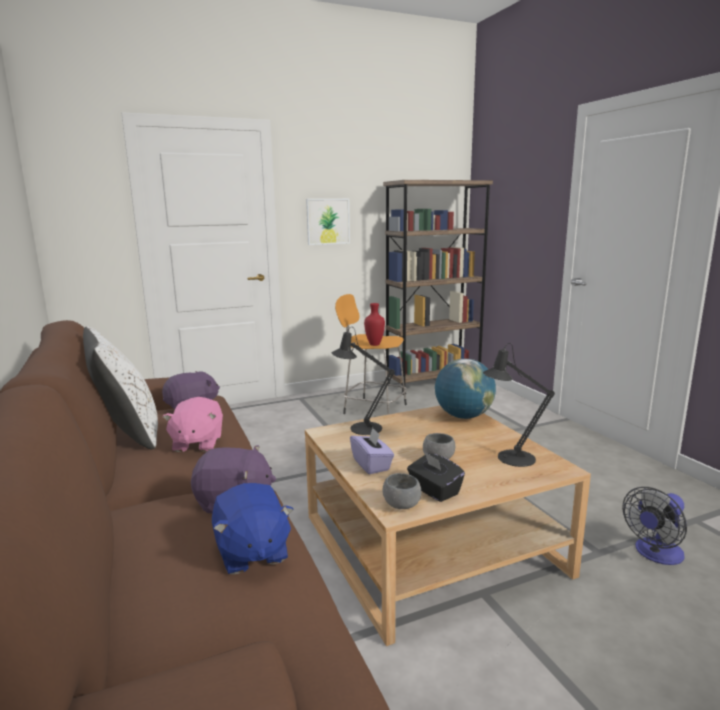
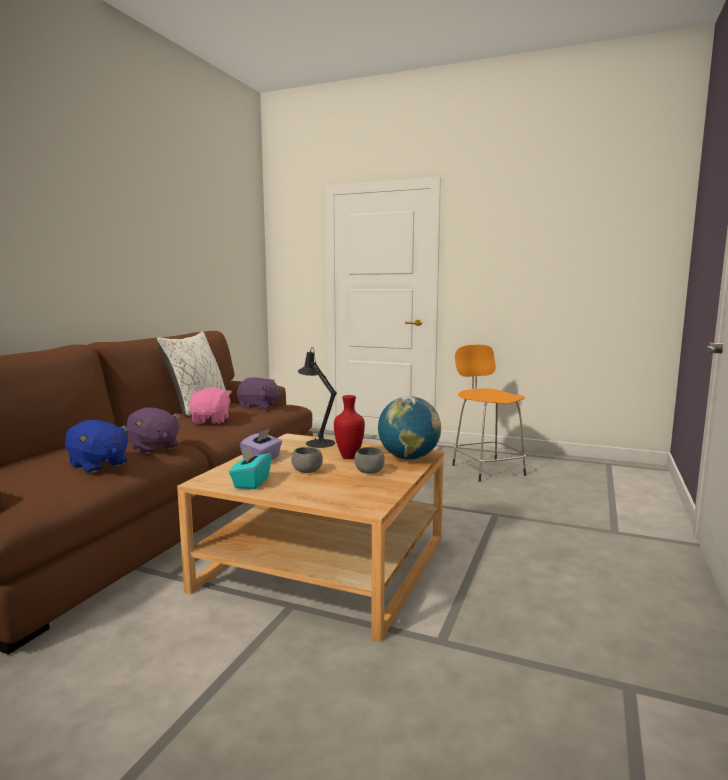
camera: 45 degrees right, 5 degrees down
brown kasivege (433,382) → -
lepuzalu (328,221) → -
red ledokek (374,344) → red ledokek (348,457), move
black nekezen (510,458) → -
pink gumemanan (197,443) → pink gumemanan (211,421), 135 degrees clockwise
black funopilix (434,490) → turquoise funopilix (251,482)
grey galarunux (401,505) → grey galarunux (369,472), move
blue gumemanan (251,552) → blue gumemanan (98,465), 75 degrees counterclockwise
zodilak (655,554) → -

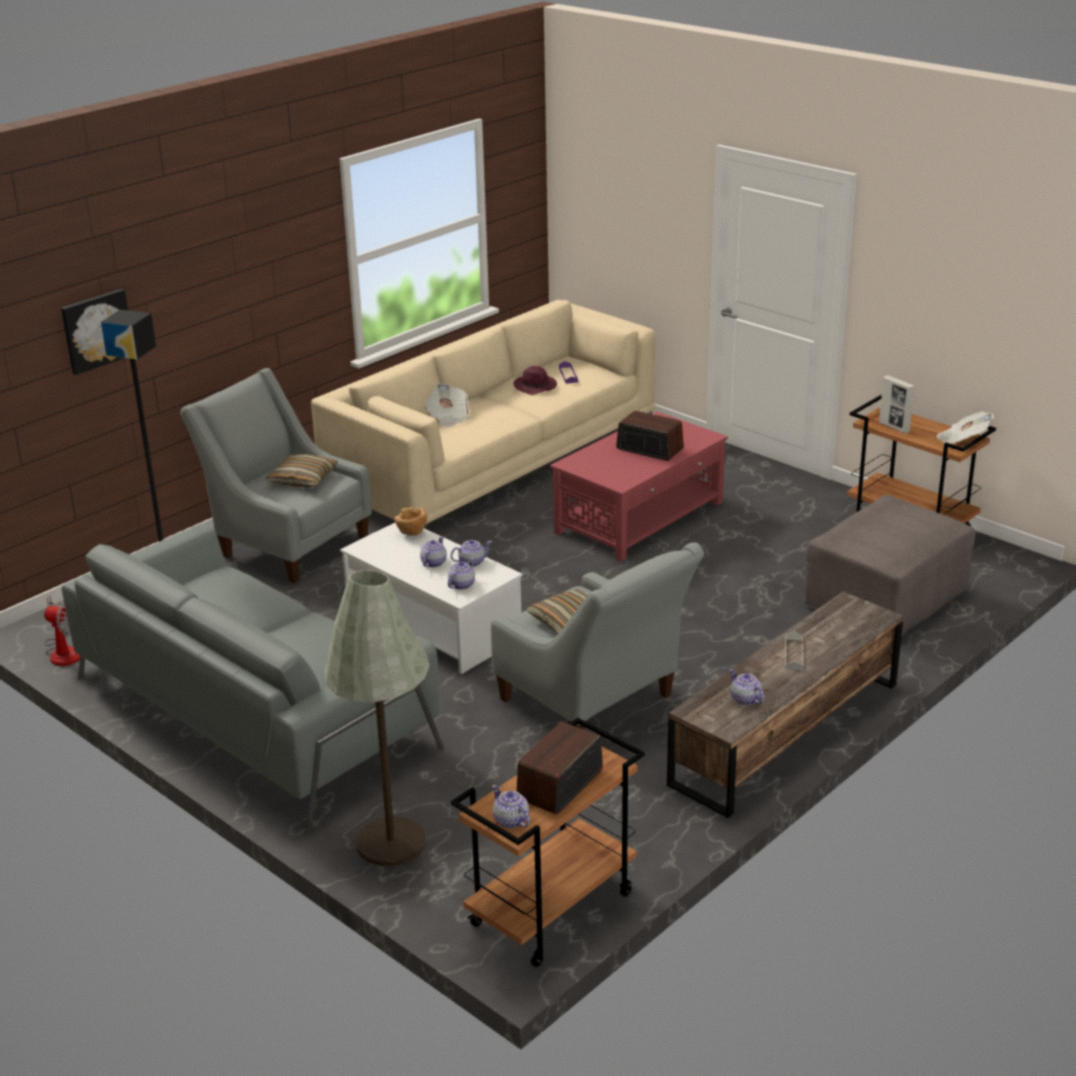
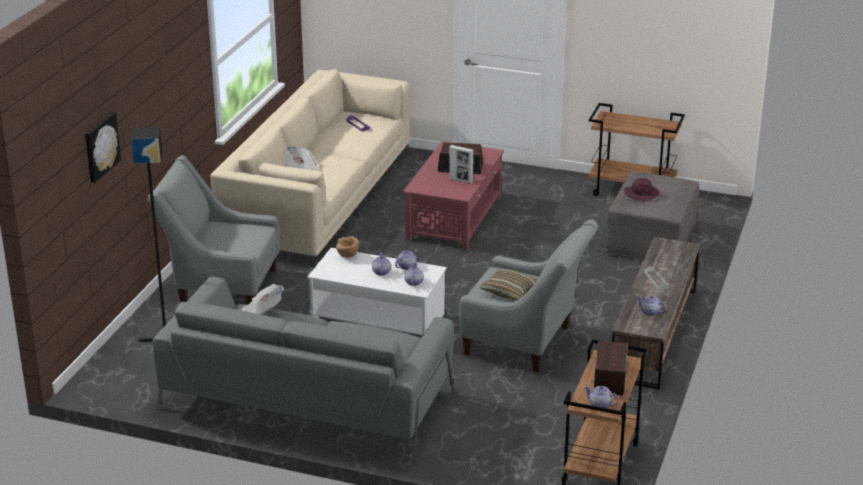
camera: 25 degrees left, 0 degrees up
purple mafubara (536,387) → purple mafubara (641,194), move
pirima (894,427) → pirima (460,180), move
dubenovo (962,440) → dubenovo (263,311), move
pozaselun (303,479) → -
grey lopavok (391,842) → -
zodilak (64,651) → -

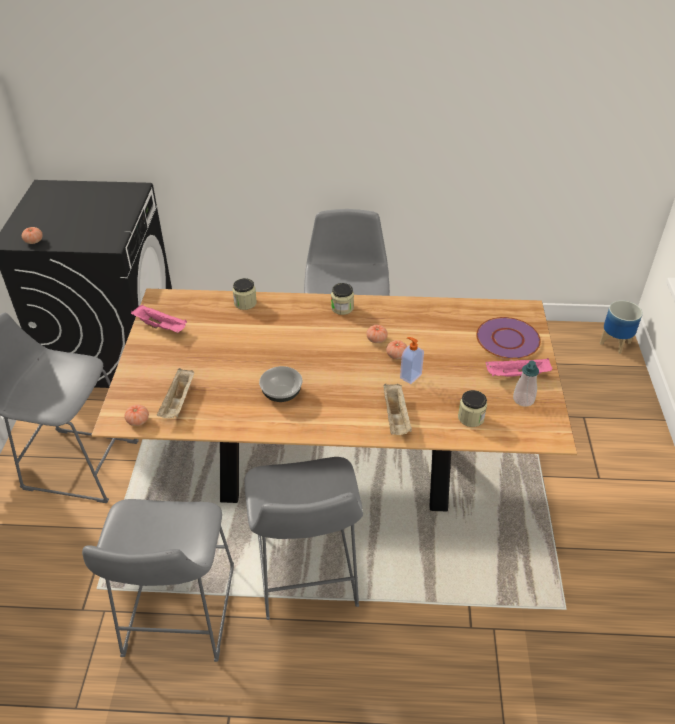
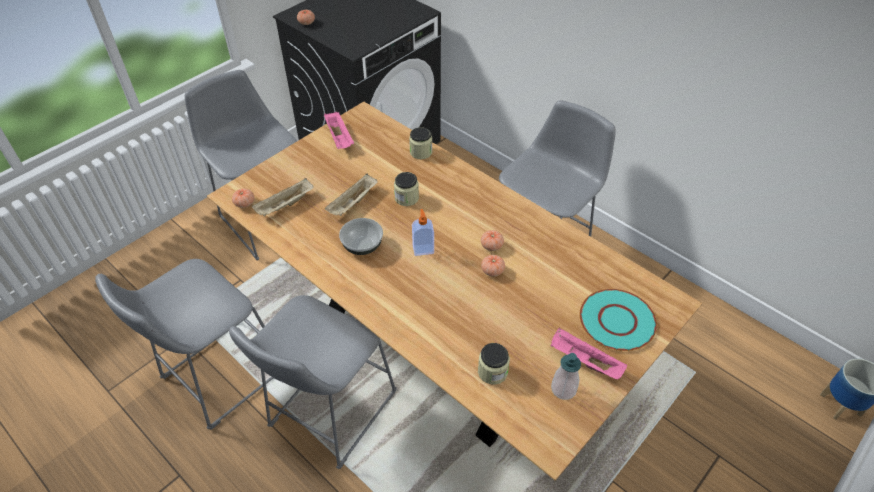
camera: 40 degrees right, 5 degrees up
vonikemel (342,308) → vonikemel (406,198), move
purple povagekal (508,339) → turquoise povagekal (617,321)
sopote (410,376) → sopote (423,249), move
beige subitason (396,417) → beige subitason (353,203), move

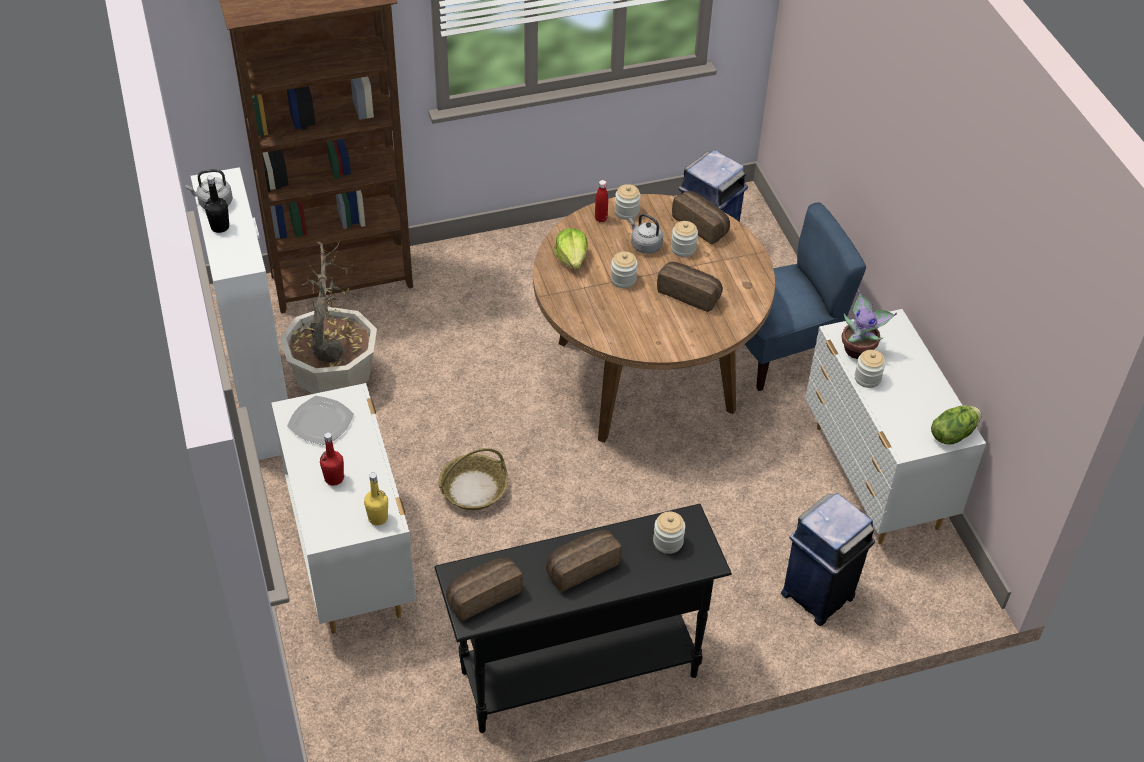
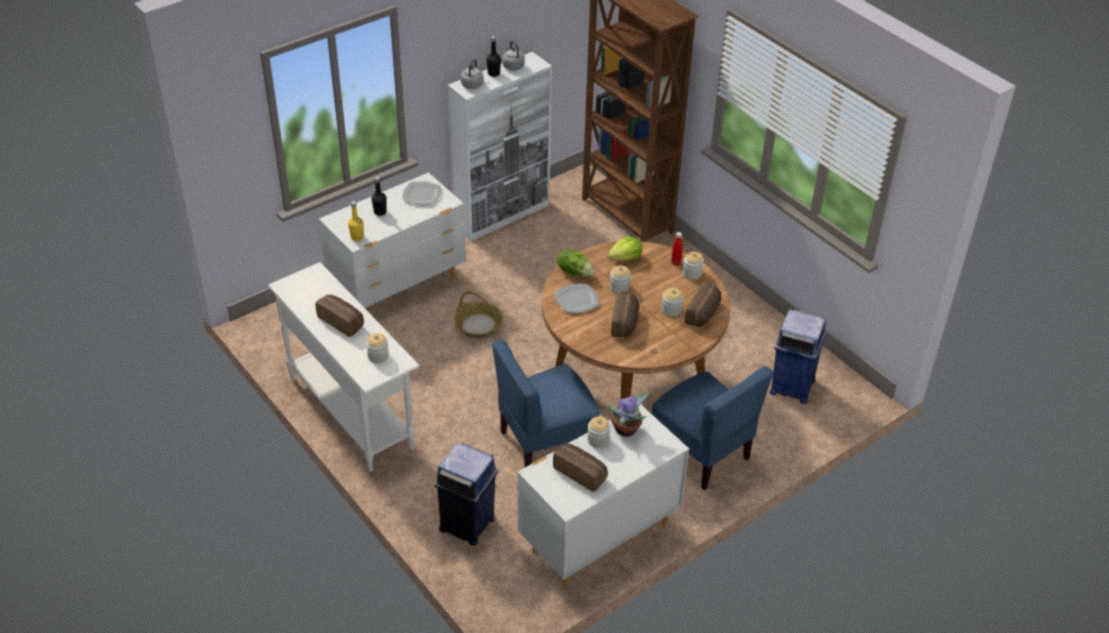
camera: 70 degrees right, 5 degrees down
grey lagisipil (644,245) → grey lagisipil (472,84), move
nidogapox (334,379) → -
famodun (952,434) → famodun (575,272), move
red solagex (334,478) → black solagex (380,212)
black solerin (578,673) → white solerin (351,412)
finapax (483,594) → finapax (581,473), move
- → povagekal (577,300)
- → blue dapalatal (546,443)

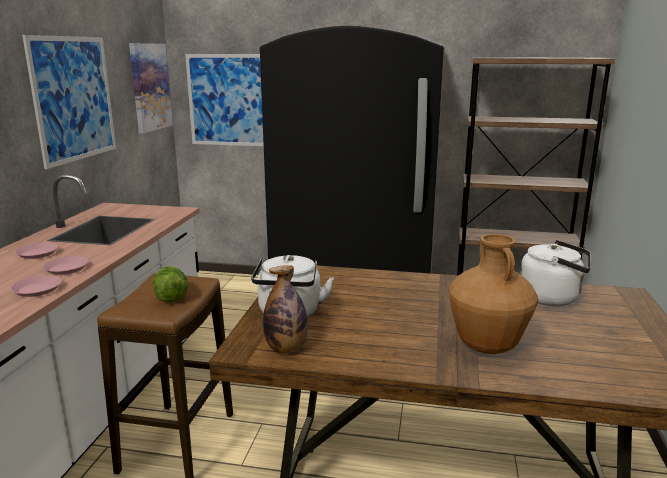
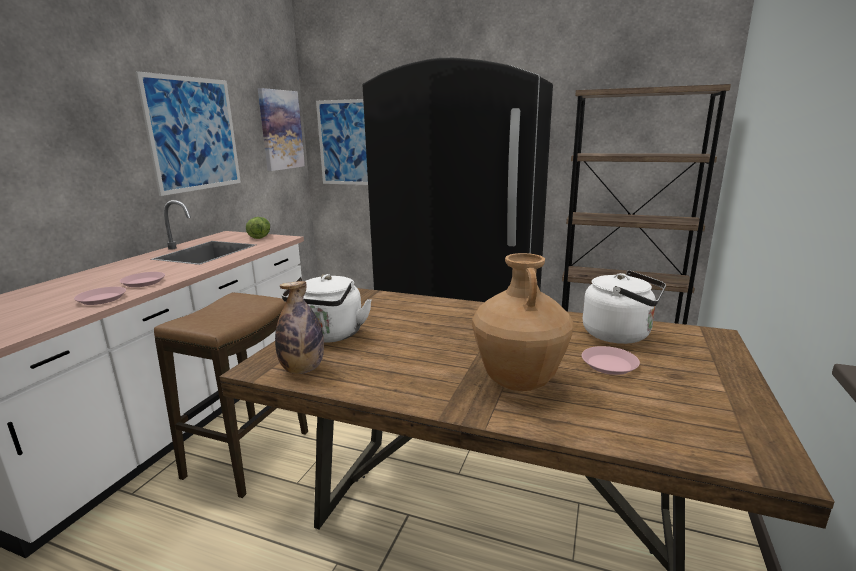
camera: 10 degrees right, 0 degrees up
pink povagekal (38,253) → pink povagekal (609,364), move
famodun (170,295) → famodun (259,236), move

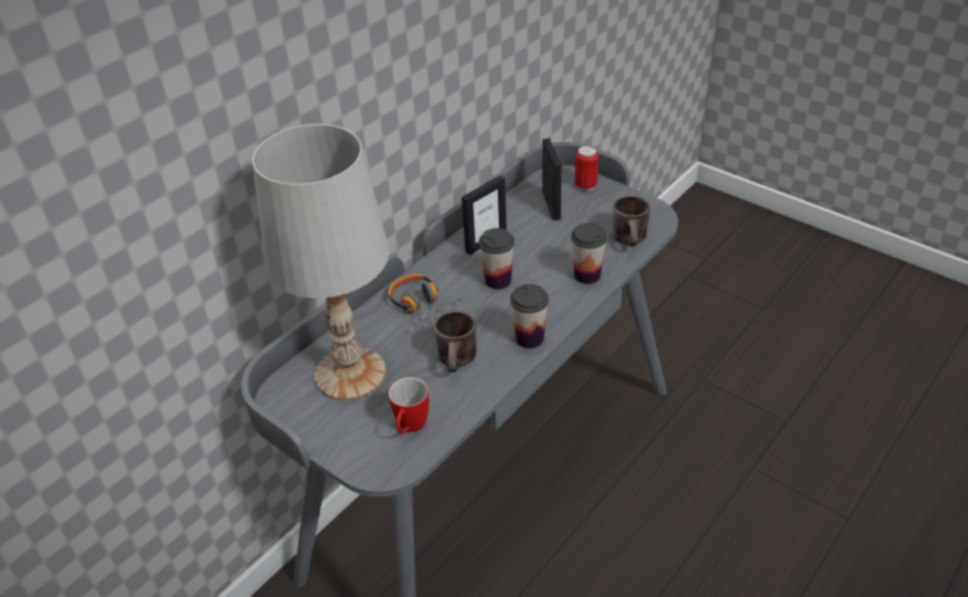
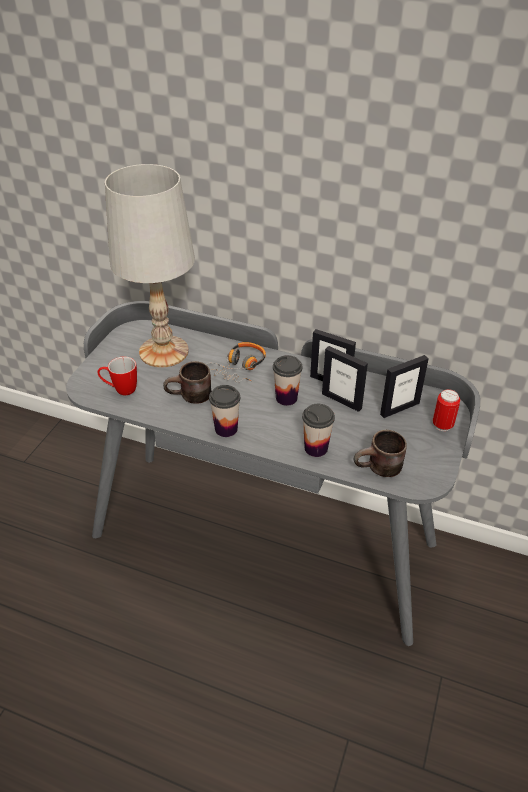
camera: 70 degrees right, 0 degrees up
- → pirima (341,401)

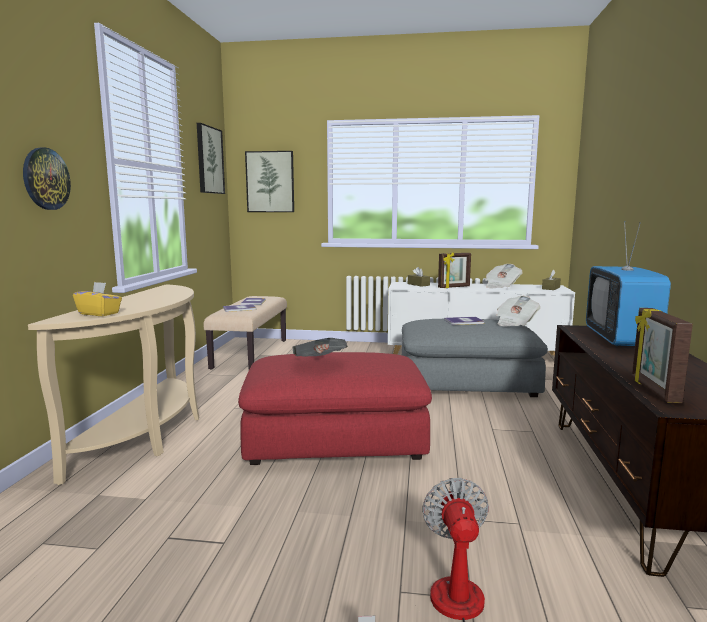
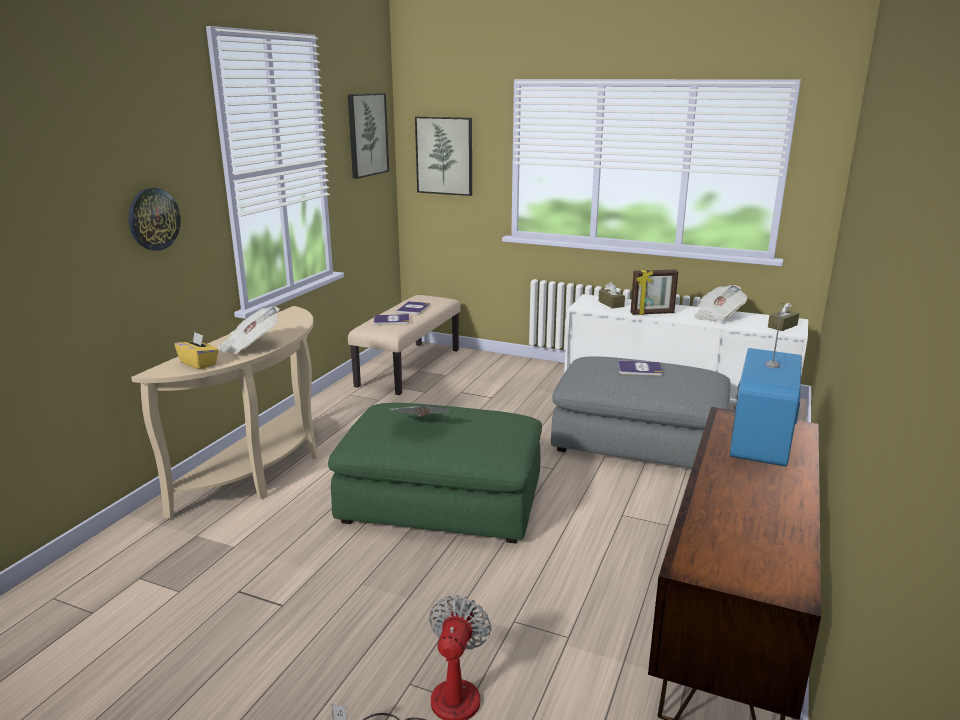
camera: 15 degrees right, 10 degrees up
dubenovo (515,323) → dubenovo (250,346), move
pirima (653,390) → -
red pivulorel (334,438) → green pivulorel (441,501)

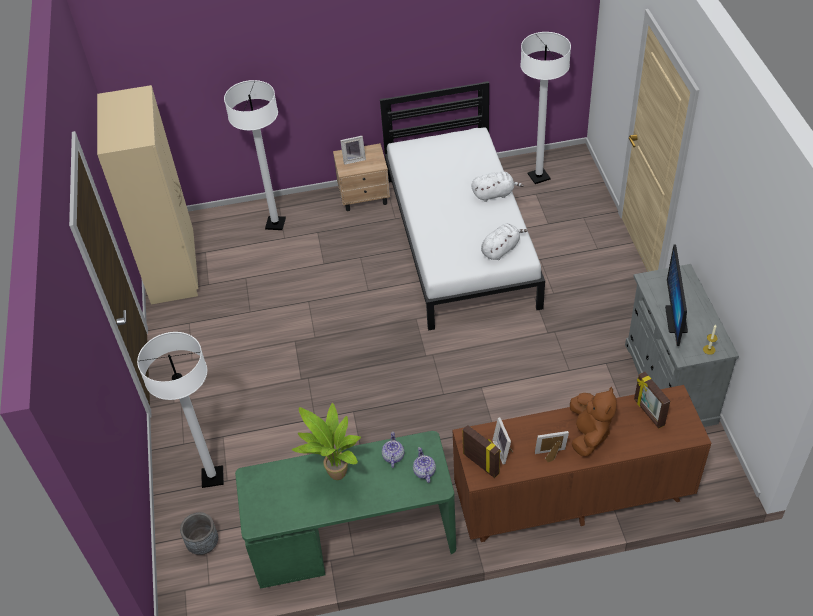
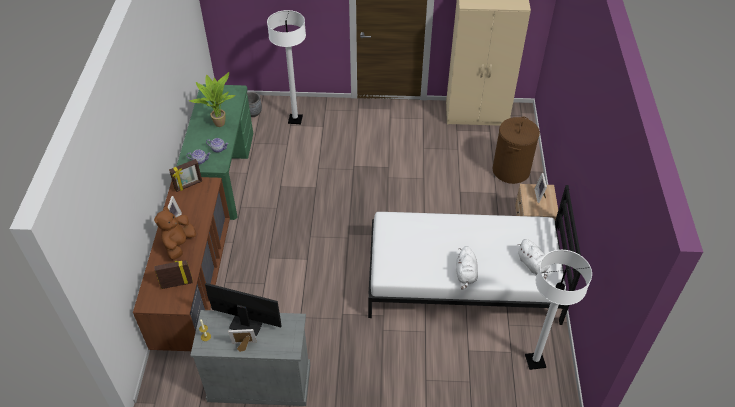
camera: 100 degrees right, 0 degrees up
white lopavok (275,224) → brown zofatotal (511,170)
white gumemanan (501,249) → white gumemanan (533,265), move
brown gumemanan (589,434) → brown gumemanan (179,244), 90 degrees clockwise
pirima (504,450) → pirima (244,346), move

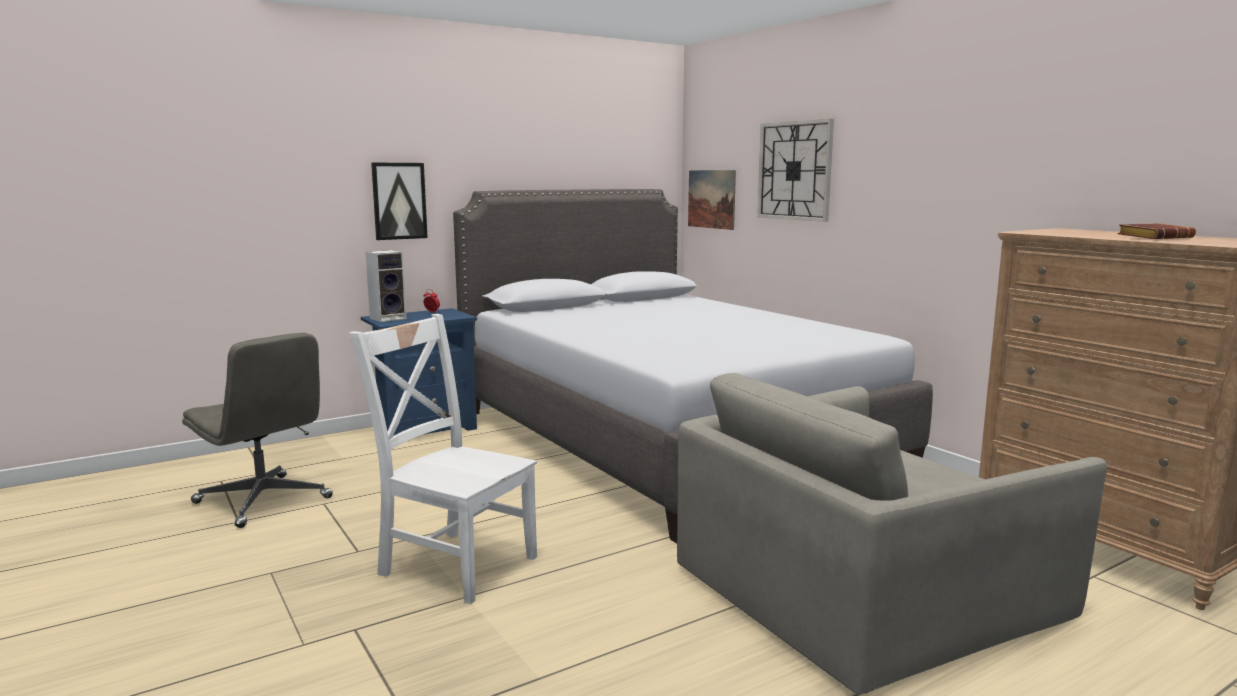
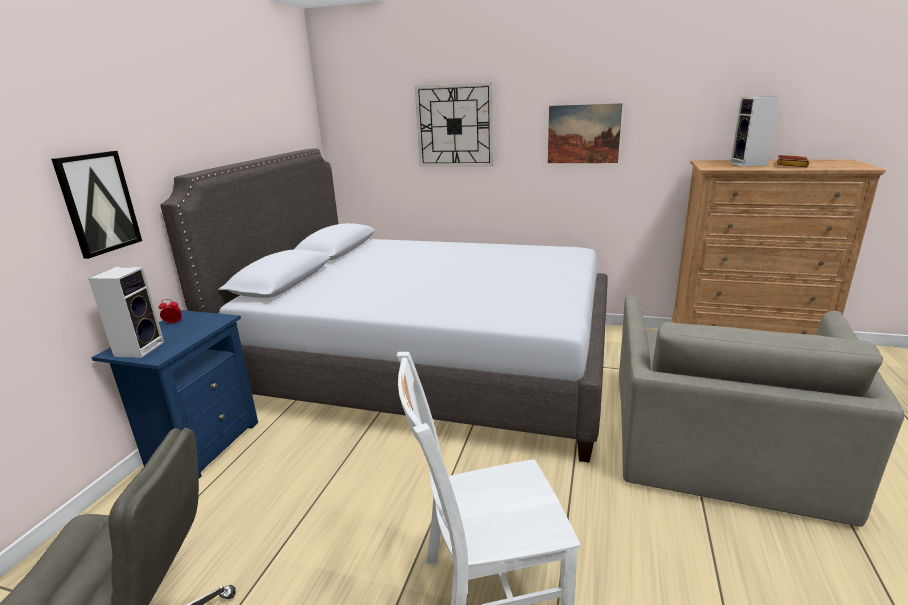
camera: 40 degrees left, 10 degrees up
lepuzalu (711,199) → lepuzalu (583,134), move
- → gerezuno (749,164)

